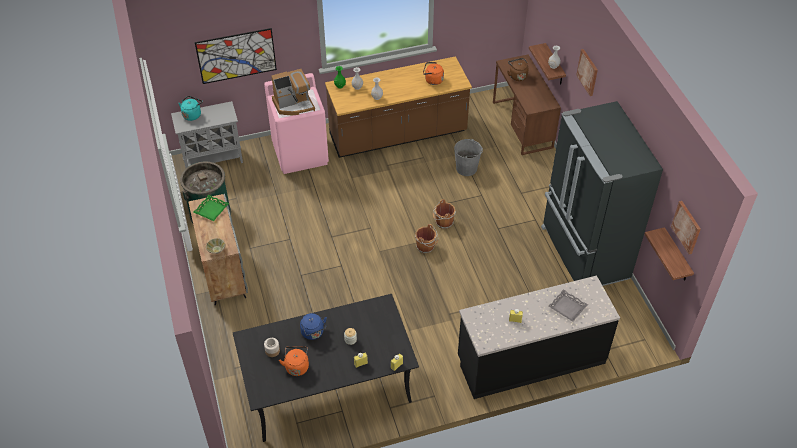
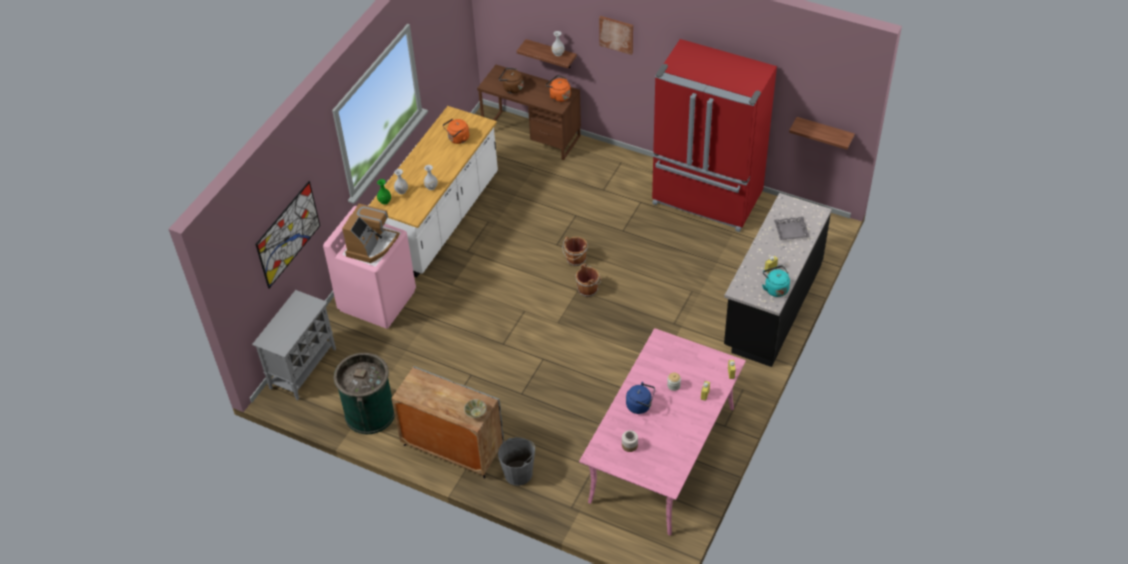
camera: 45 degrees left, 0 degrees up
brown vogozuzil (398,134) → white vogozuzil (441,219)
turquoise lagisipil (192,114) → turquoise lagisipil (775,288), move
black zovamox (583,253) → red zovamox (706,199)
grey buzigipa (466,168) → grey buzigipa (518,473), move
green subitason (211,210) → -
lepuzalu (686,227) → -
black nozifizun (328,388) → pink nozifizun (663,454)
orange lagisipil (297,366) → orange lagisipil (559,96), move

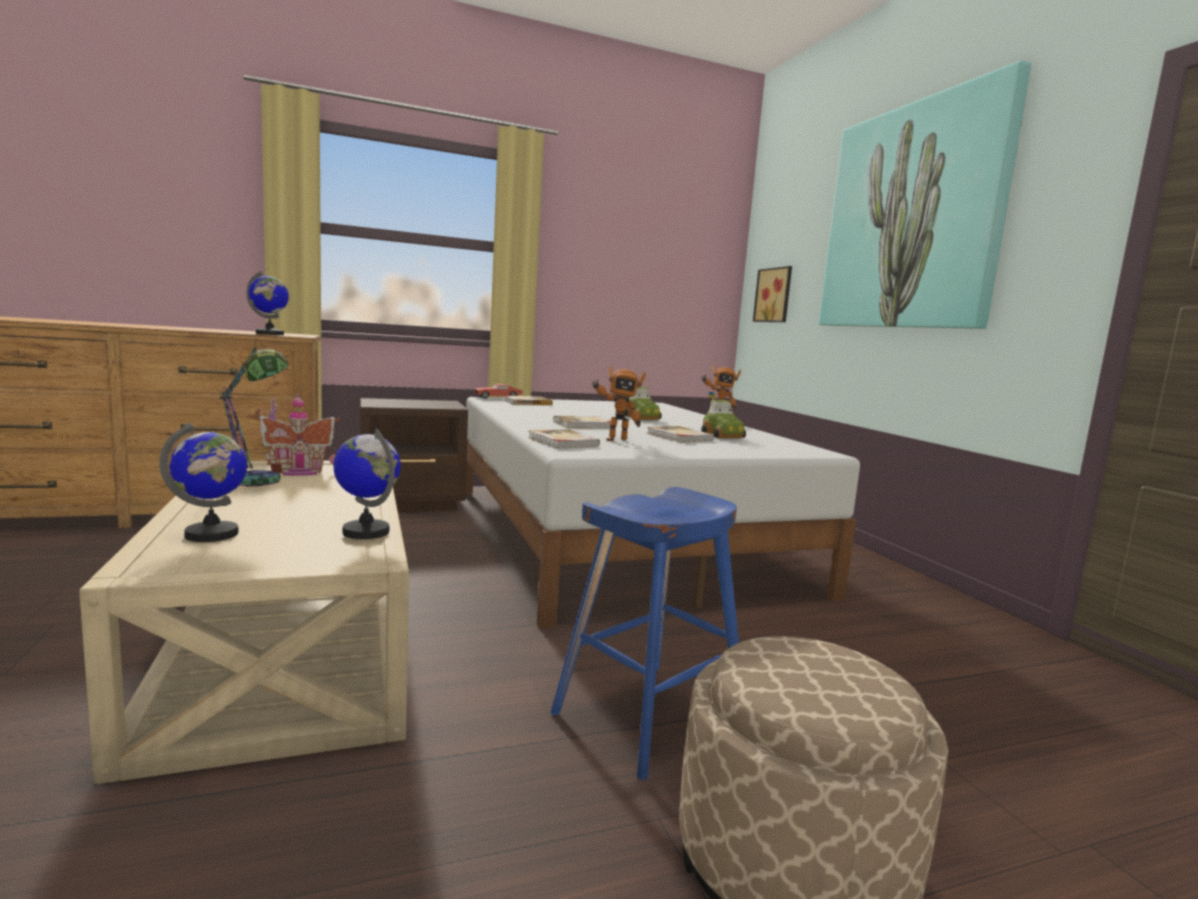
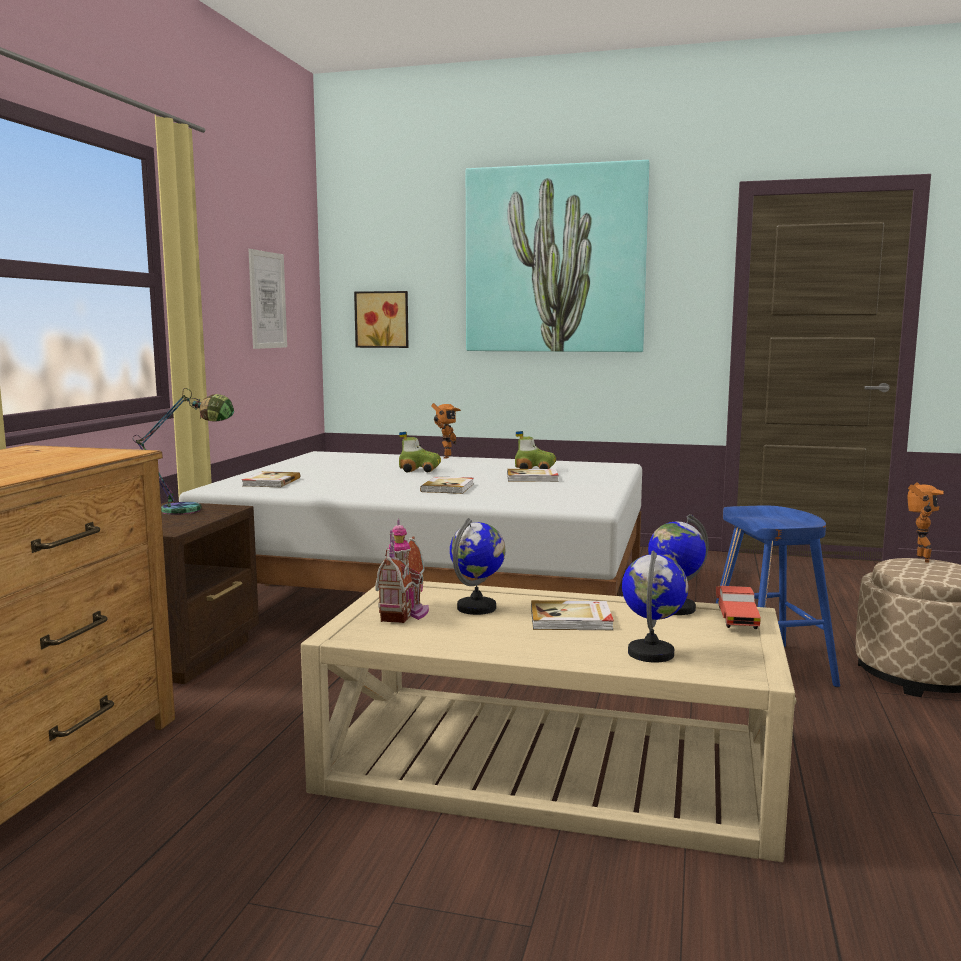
camera: 55 degrees left, 0 degrees up
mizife (270,334) → mizife (477,608), move
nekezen (258,484) → nekezen (193,510), move
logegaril (614,439) → logegaril (919,559), move
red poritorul (498,398) → red poritorul (736,617), move
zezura (562,442) → zezura (571,619), move
- → lepuzalu (267,300)

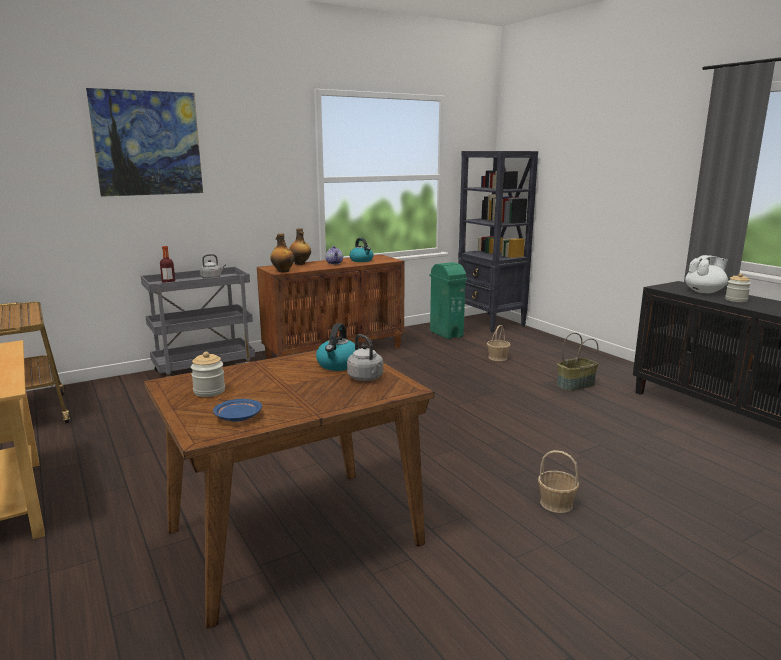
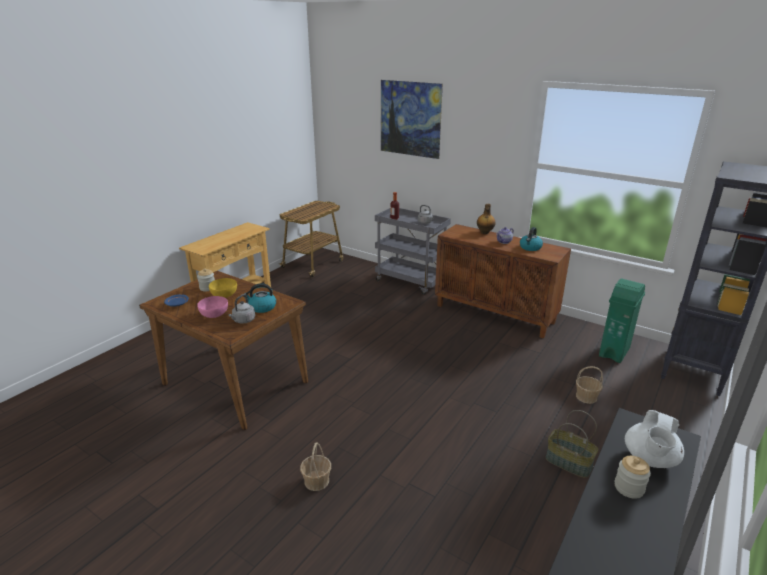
camera: 65 degrees right, 10 degrees up
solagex (283,271) → -
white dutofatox (705,292) → white dutofatox (649,459), 75 degrees clockwise
- → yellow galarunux (224,295)
- → pink galarunux (214,314)

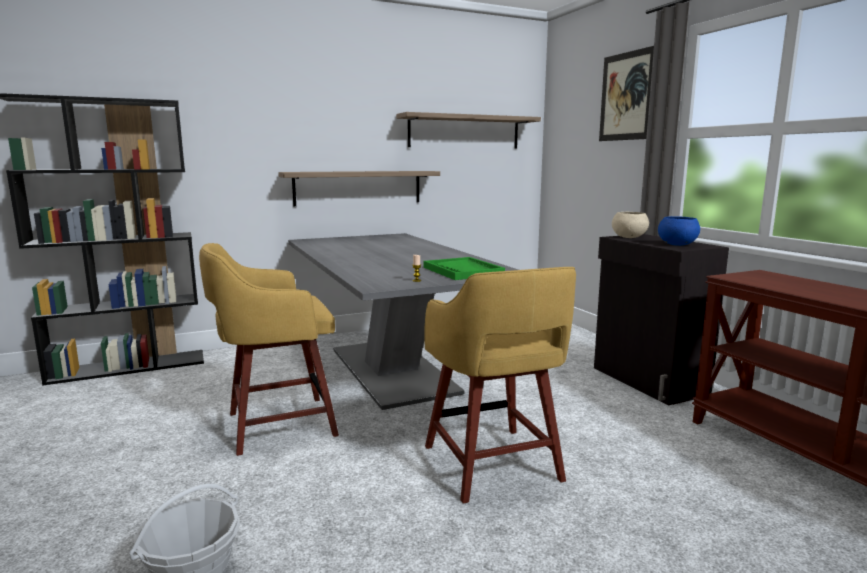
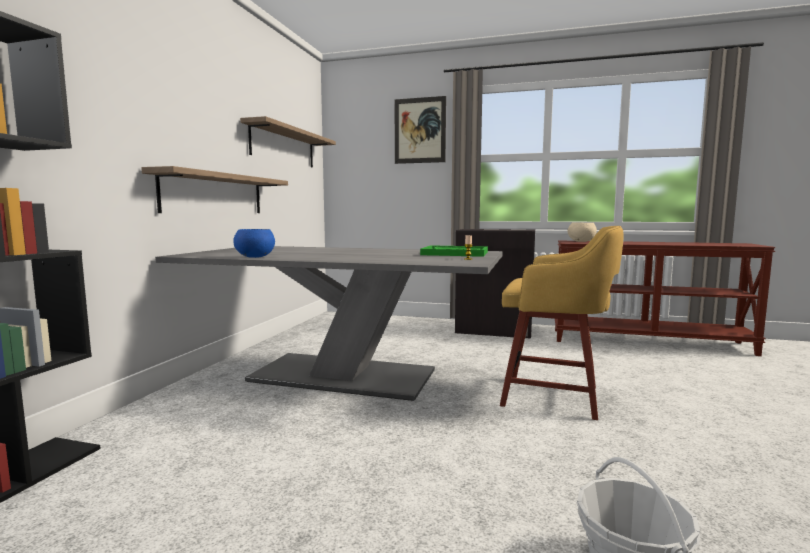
camera: 50 degrees left, 5 degrees down
beige galarunux (628,237) → beige galarunux (581,241), move
blue galarunux (677,245) → blue galarunux (255,257), move
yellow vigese (277,425) → -

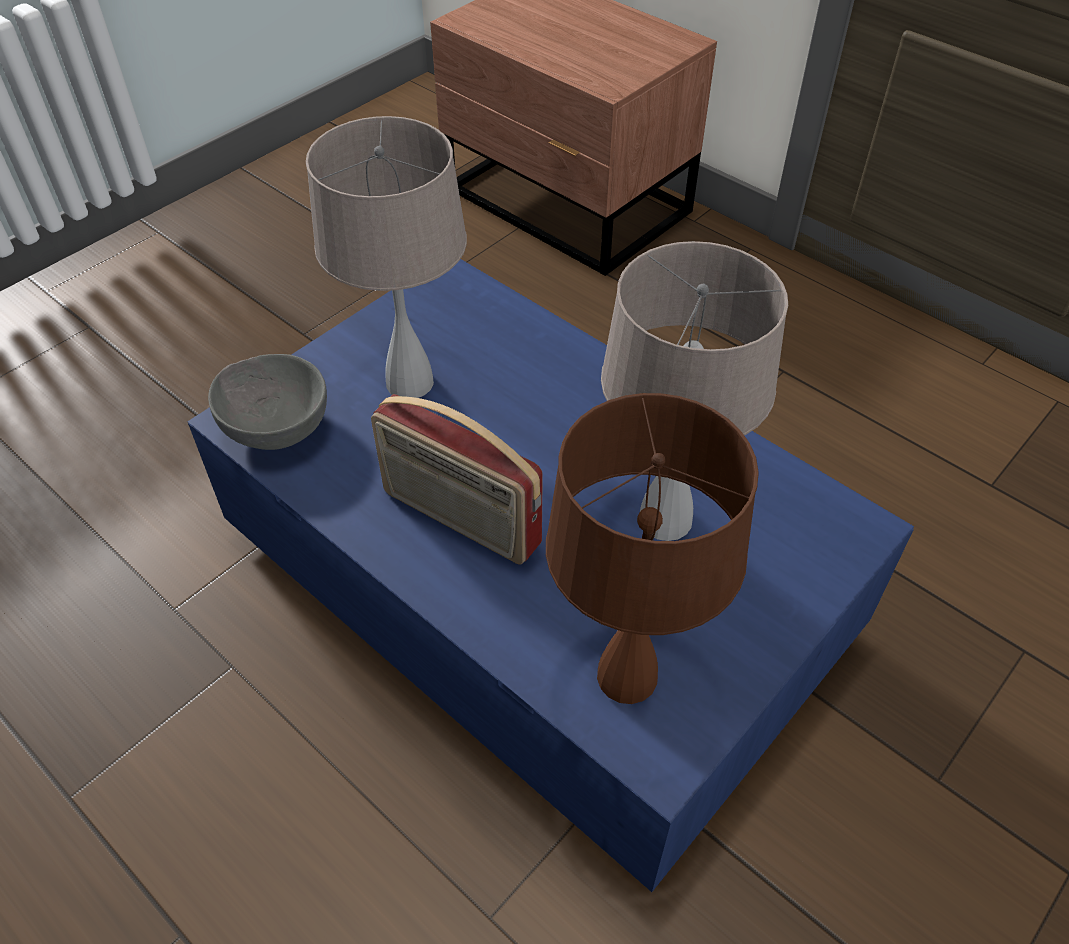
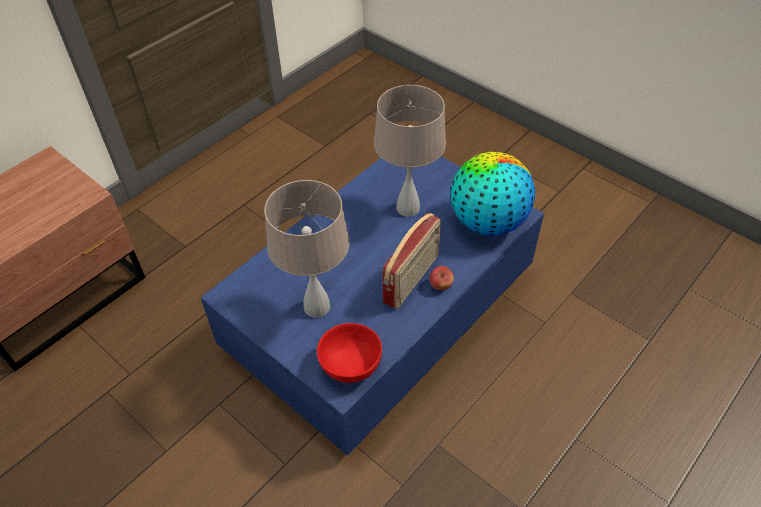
camera: 90 degrees left, 0 degrees up
grey galarunux (276,426) → red galarunux (349,365)
brown nekezen (628,675) → mizife (487,222)
- → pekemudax (440,285)

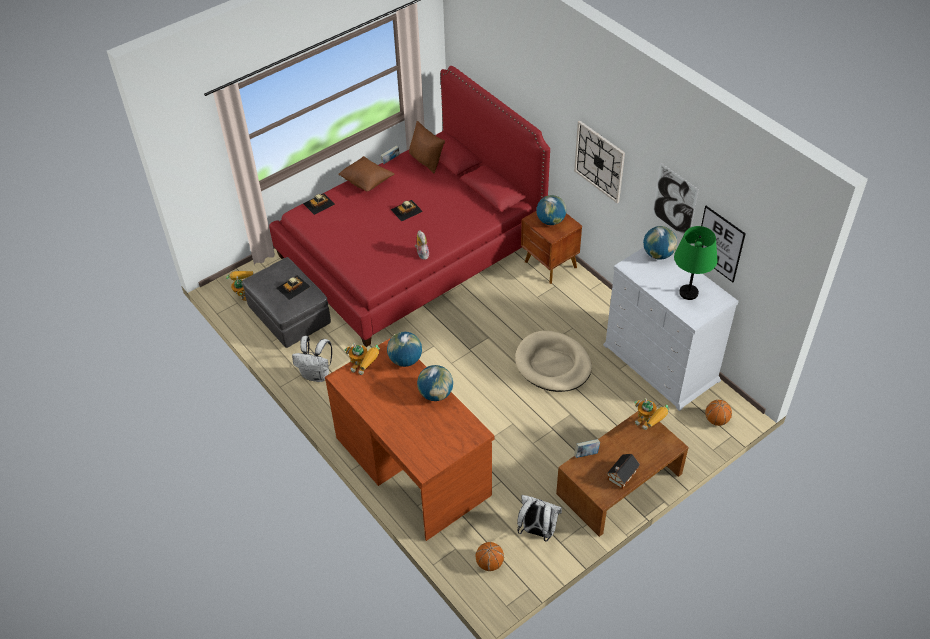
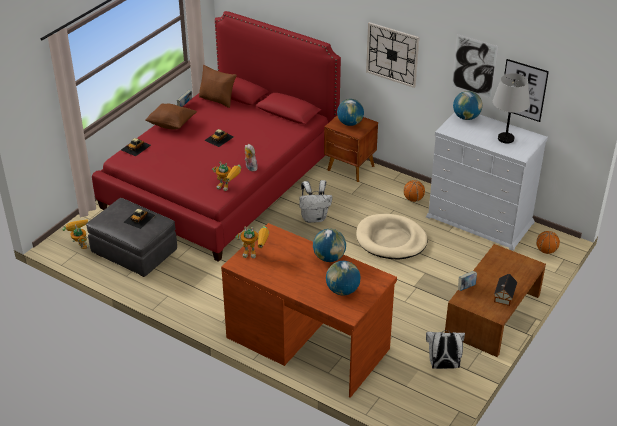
camera: 20 degrees left, 10 degrees down
green nekezen (688,293) → grey nekezen (505,139)
mizife (405,360) → mizife (342,290), move
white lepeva (317,374) → white lepeva (314,218), move
logegaril (649,425) → logegaril (228,187), move
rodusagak (489,563) → rodusagak (413,199), move

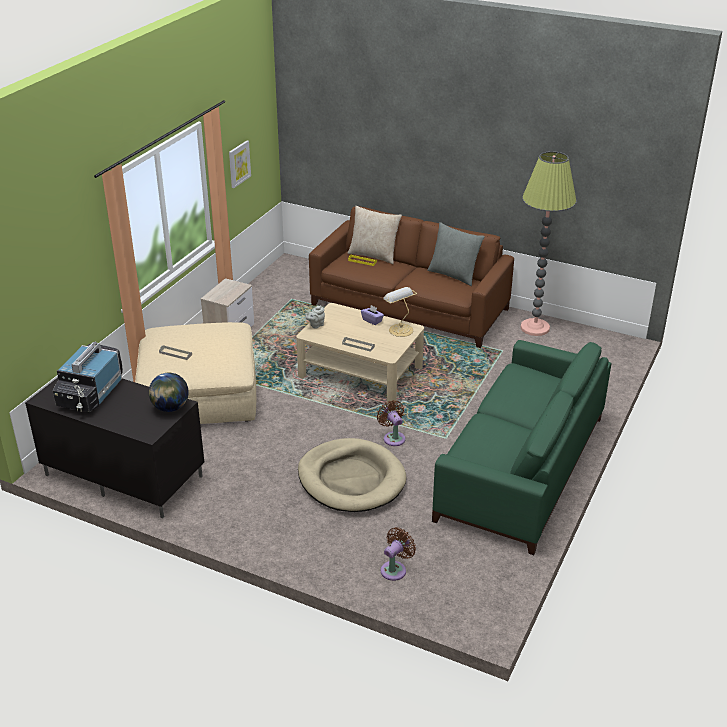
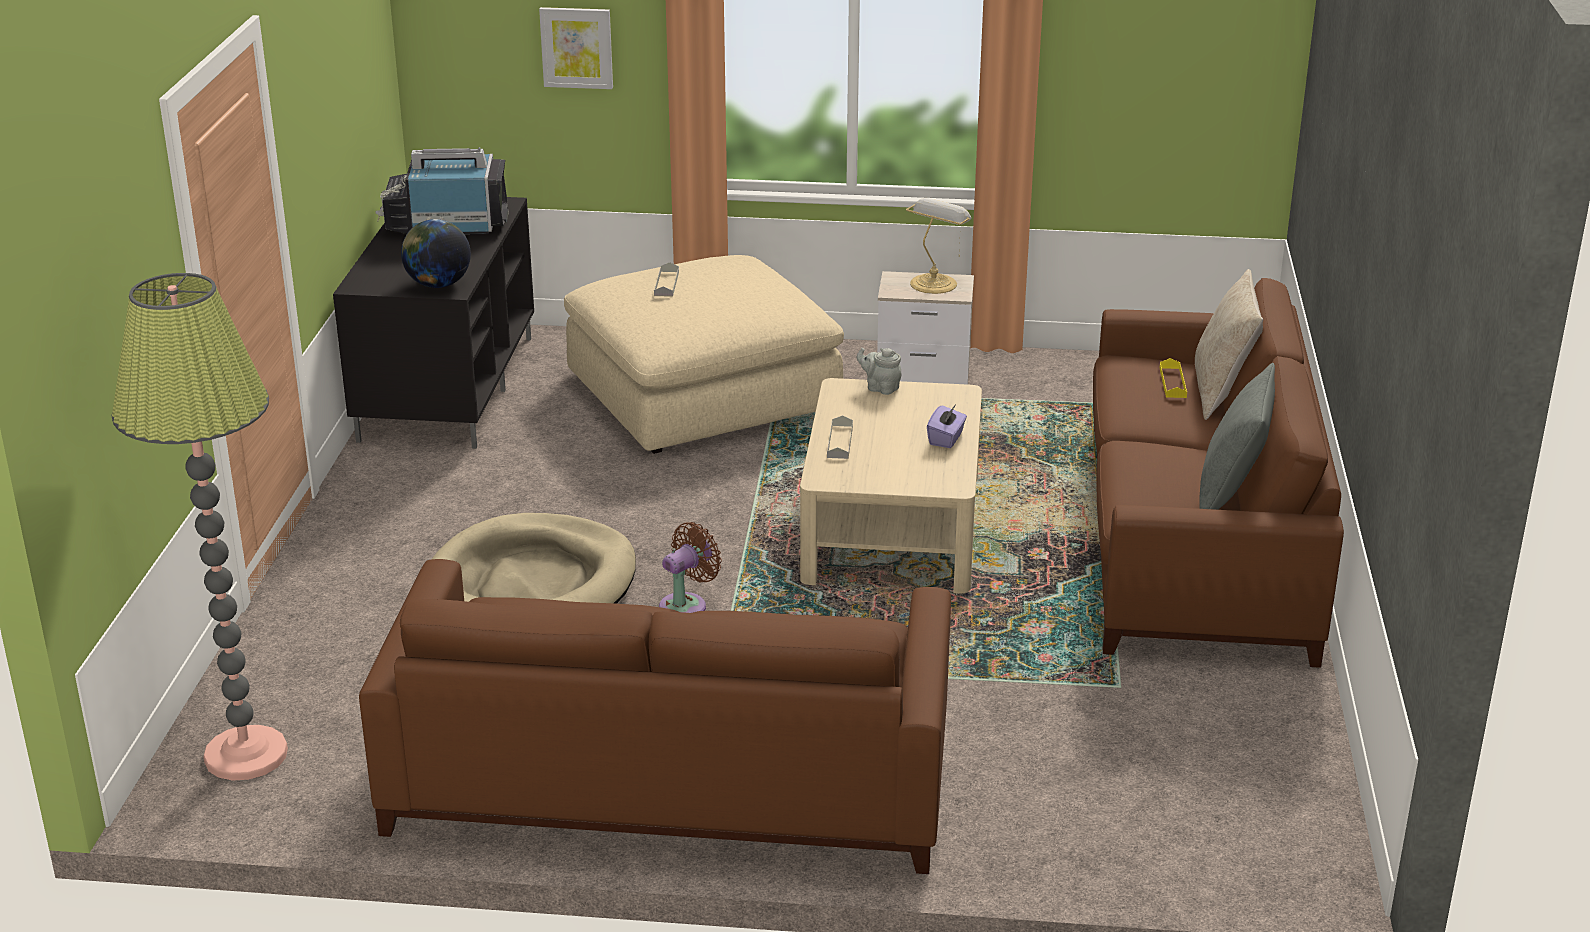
camera: 70 degrees right, 5 degrees down
lepuzalu (239,164) → lepuzalu (577,47), move
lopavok (535,328) → lopavok (246,755), move
nekezen (400,329) → nekezen (934,283), move
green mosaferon (520,467) → brown mosaferon (669,777)
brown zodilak (395,569) → -

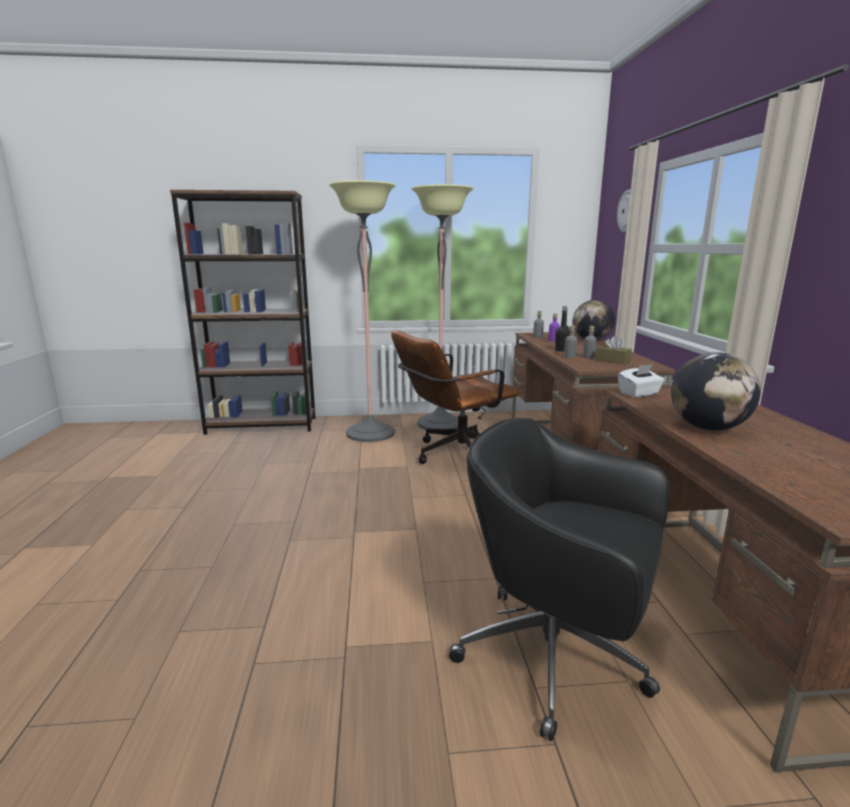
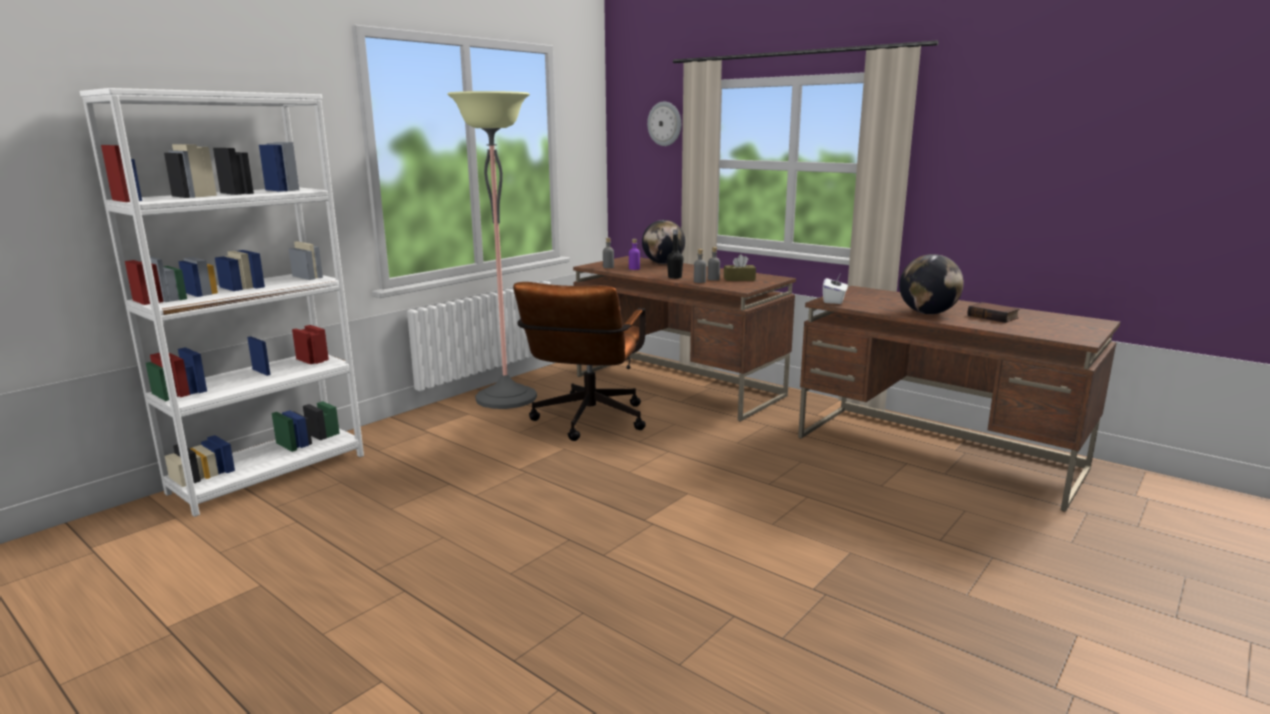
camera: 45 degrees left, 0 degrees up
lopavok (370,433) → -
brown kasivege (262,425) → white kasivege (270,473)
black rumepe (556,657) → -
- → zezura (993,317)

